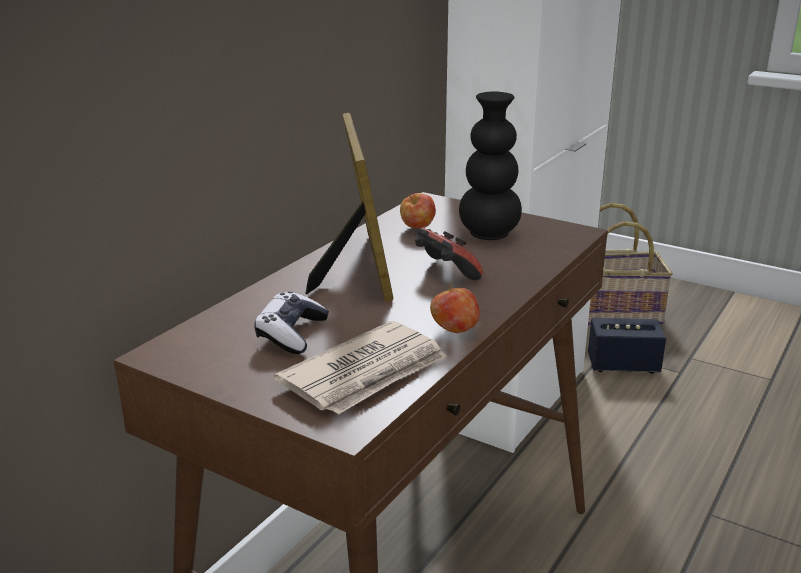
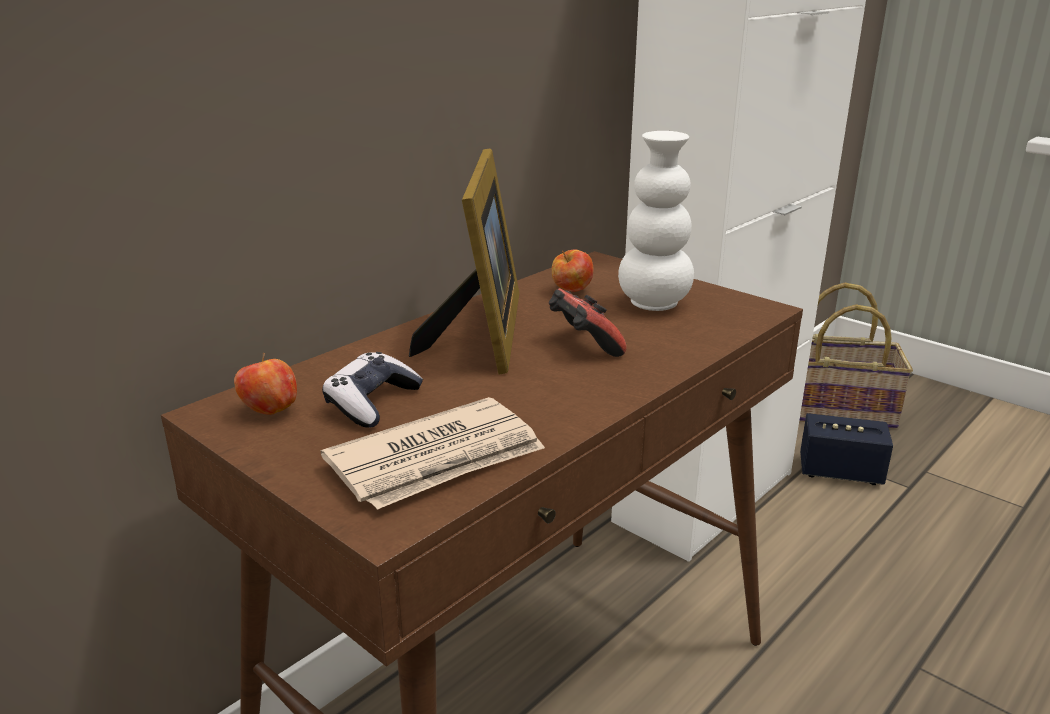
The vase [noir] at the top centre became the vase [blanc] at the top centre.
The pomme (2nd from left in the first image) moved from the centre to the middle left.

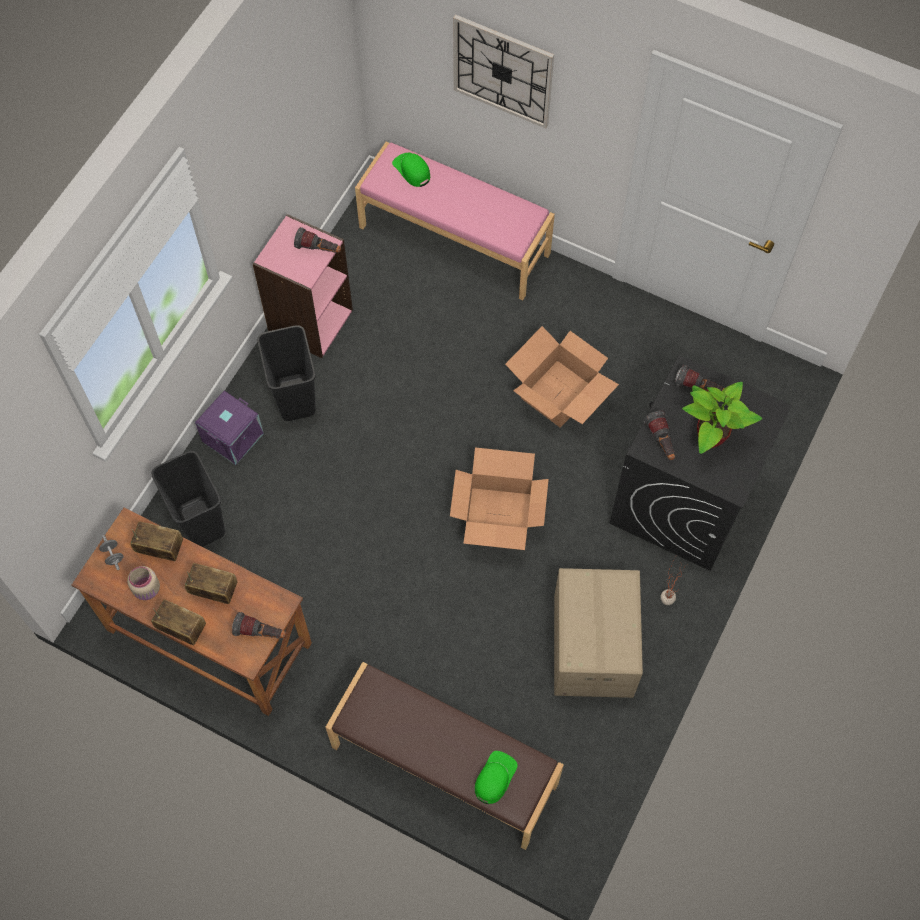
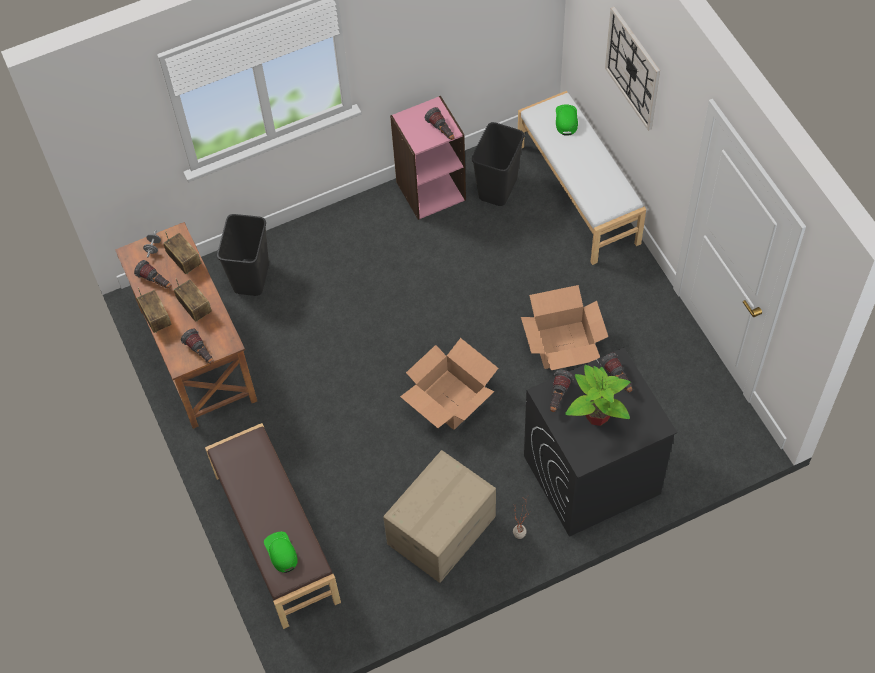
The banc [rose] at the top centre became the banc [blanc] at the top centre.
The poubelle [noir] (2nd from left) moved from the middle left to the top centre.
The boîte de rangement [violet] at the middle left disappeared.
The bocal [beige] at the middle left was replaced by the lampe de poche (1st from left) at the middle left.
The casquette [vert] (2nd from left in the first image) at the bottom centre turned 90 degrees counterclockwise.

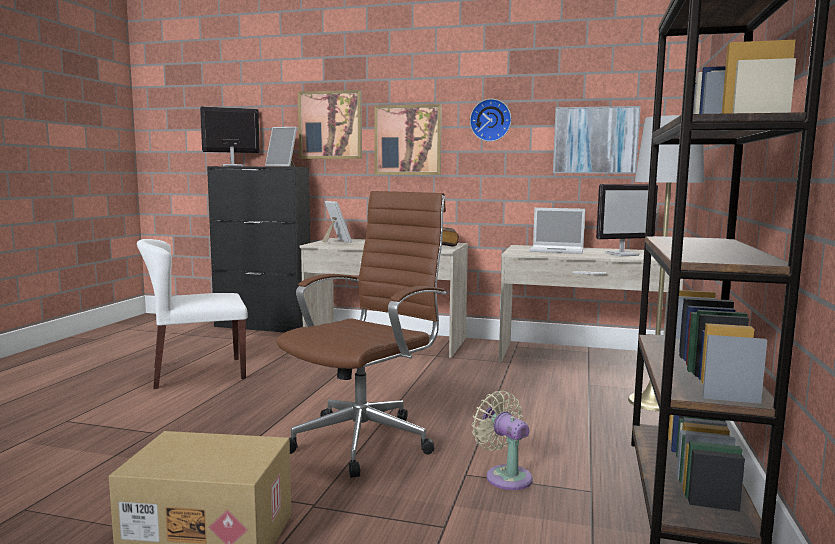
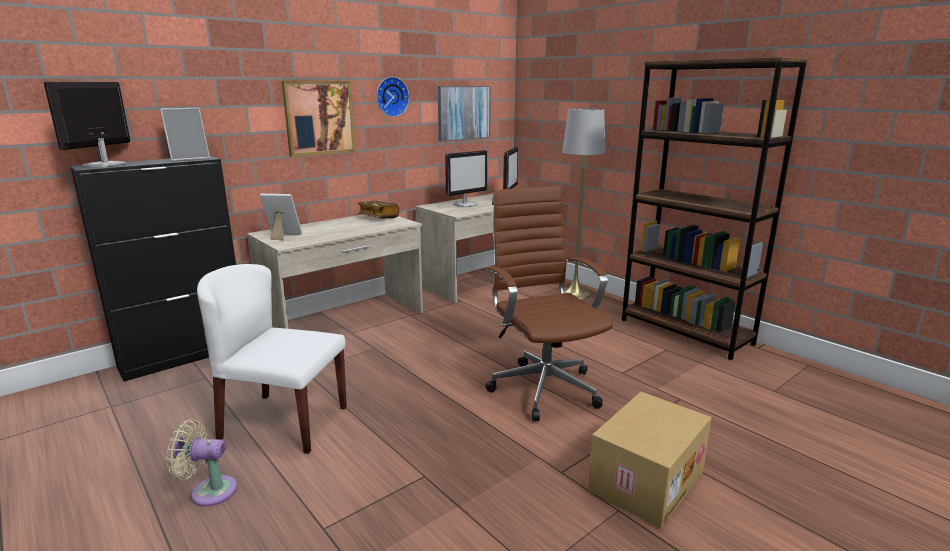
The tableau (1st from left) at the top centre disappeared.
The ordinateur portable at the middle right was replaced by the écran d'ordinateur (2nd from left) at the top centre.
The chaise [blanc] at the middle left turned 90 degrees clockwise.
The ventilateur [beige] moved from the bottom centre to the bottom left.

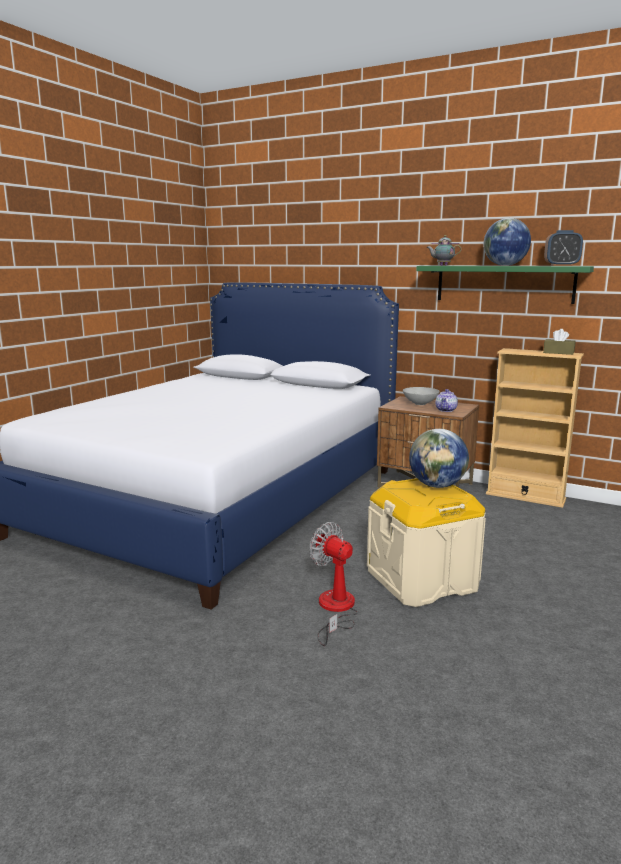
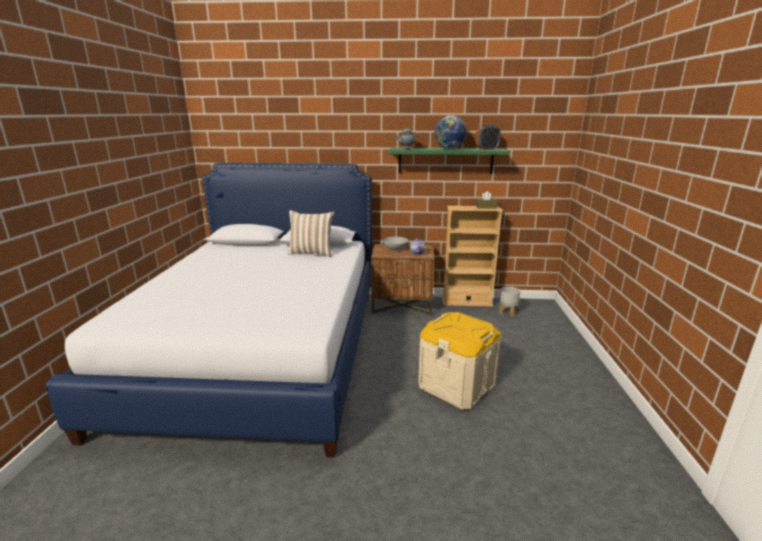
The globe (1st from left) at the middle right disappeared.
The ventilateur at the bottom centre disappeared.
The coussin at the centre appeared.
The cache-pot [gris] at the middle right appeared.

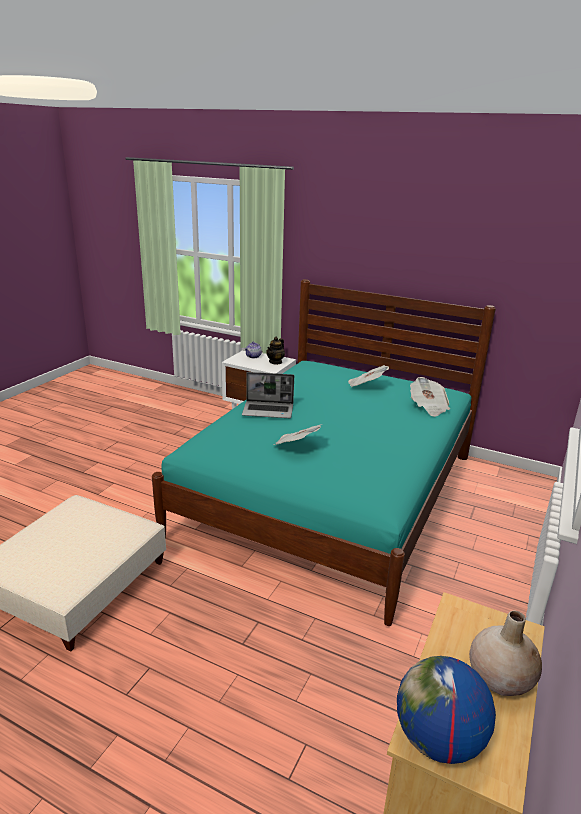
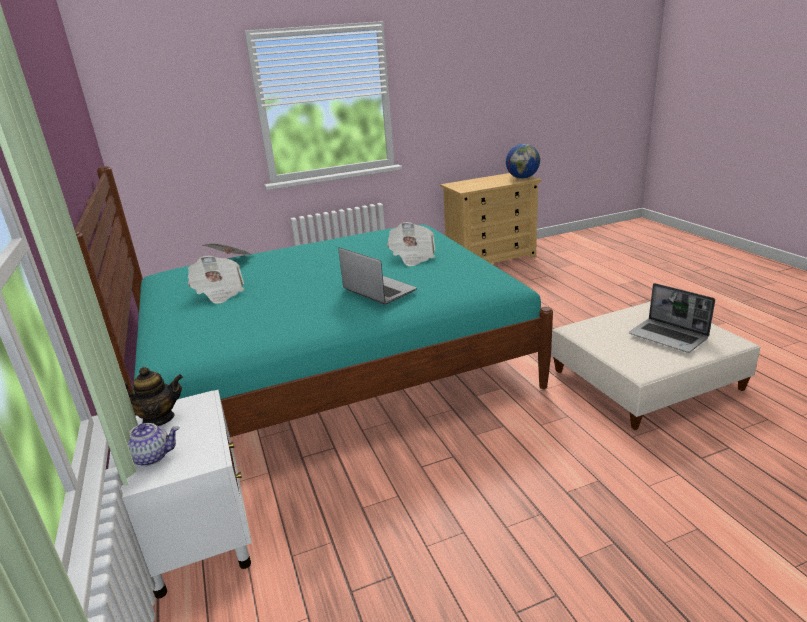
The vase [beige] at the bottom right disappeared.
The ordinateur portable (2nd from left) at the middle right appeared.

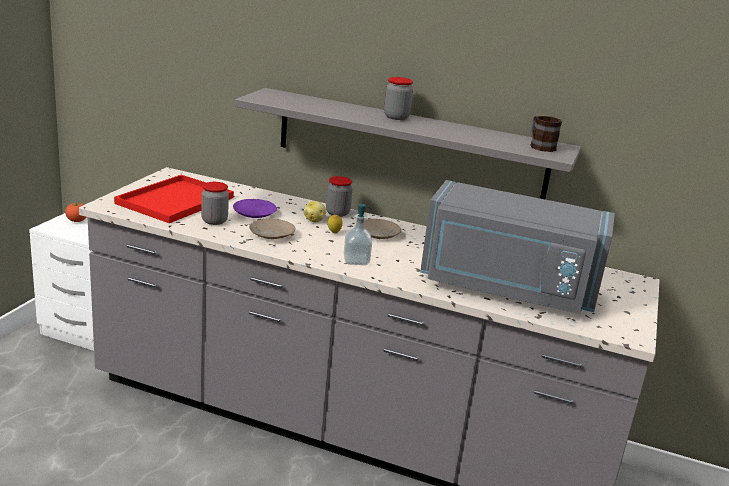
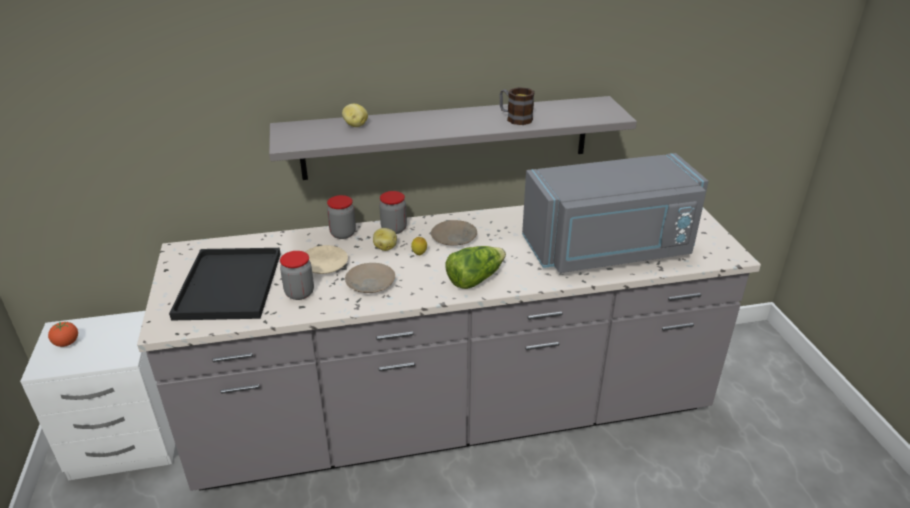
The bocal (3rd from left in the first image) moved from the top centre to the centre.
The mug moved from the top right to the top centre.
The plateau [rouge] at the middle left became the plateau [noir] at the middle left.
The assiette [violet] at the centre became the assiette [beige] (1st from left) at the centre.
The distributeur de savon at the centre was replaced by the laitue at the centre.
The pomme de terre (1st from left) at the top centre appeared.

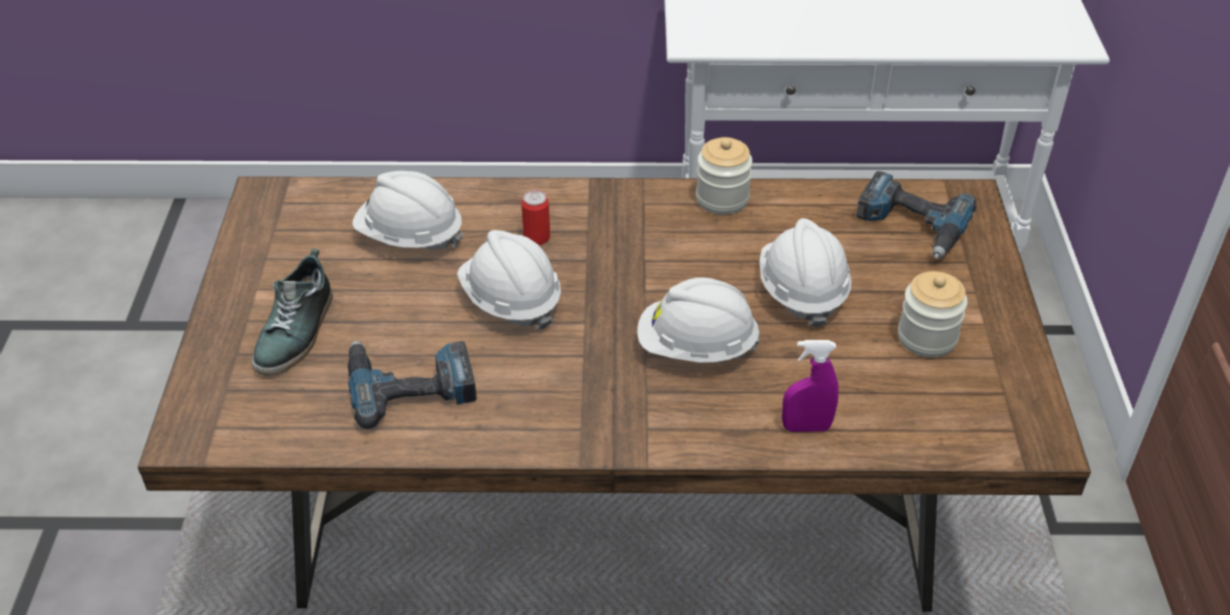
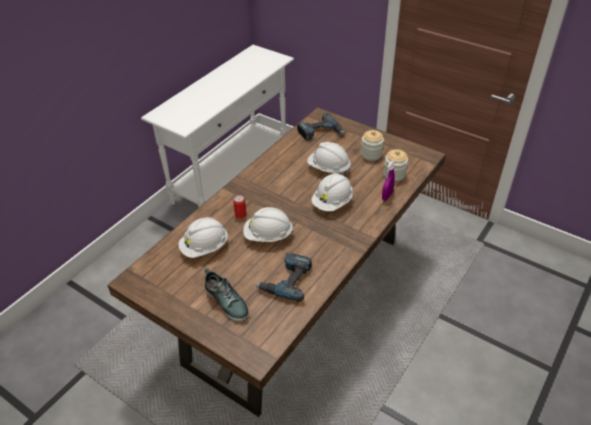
The bocal (1st from left in the first image) moved from the top centre to the middle right.

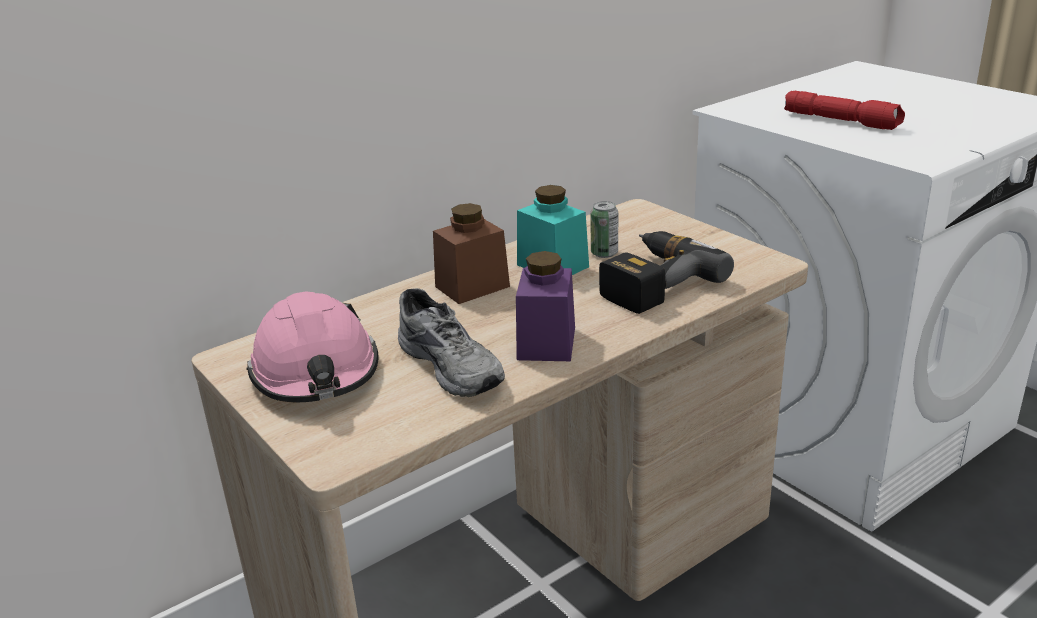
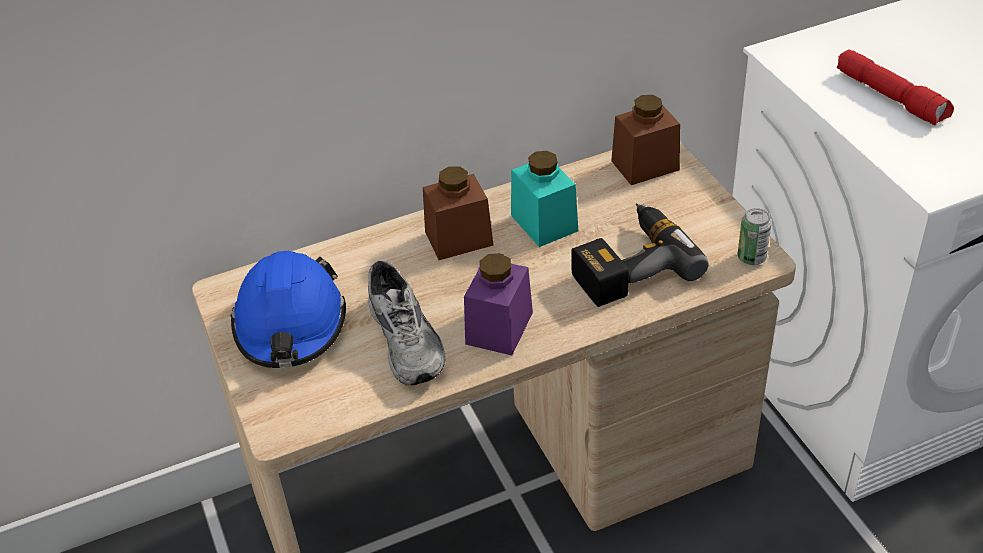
The boîte métallique moved from the centre to the middle right.
The casque de chantier [rose] at the middle left became the casque de chantier [bleu] at the middle left.
The bocal [marron] (2nd from left) at the top centre appeared.

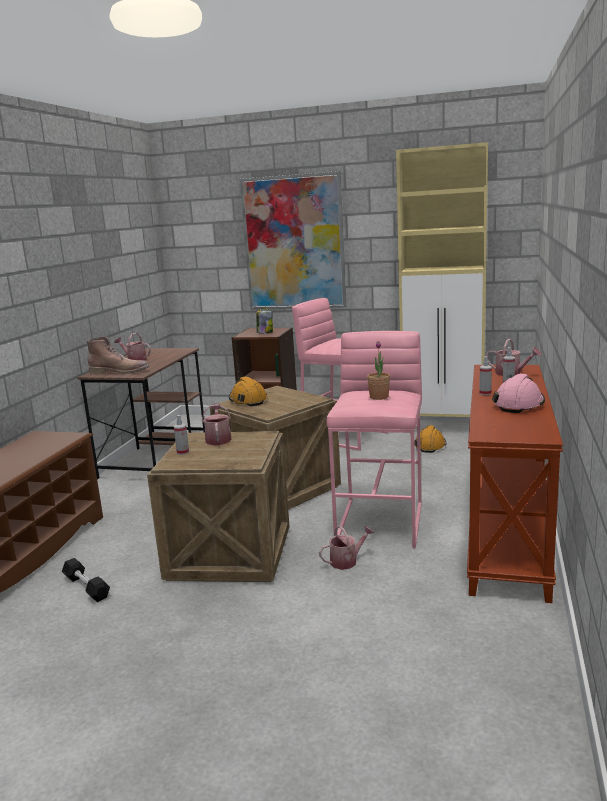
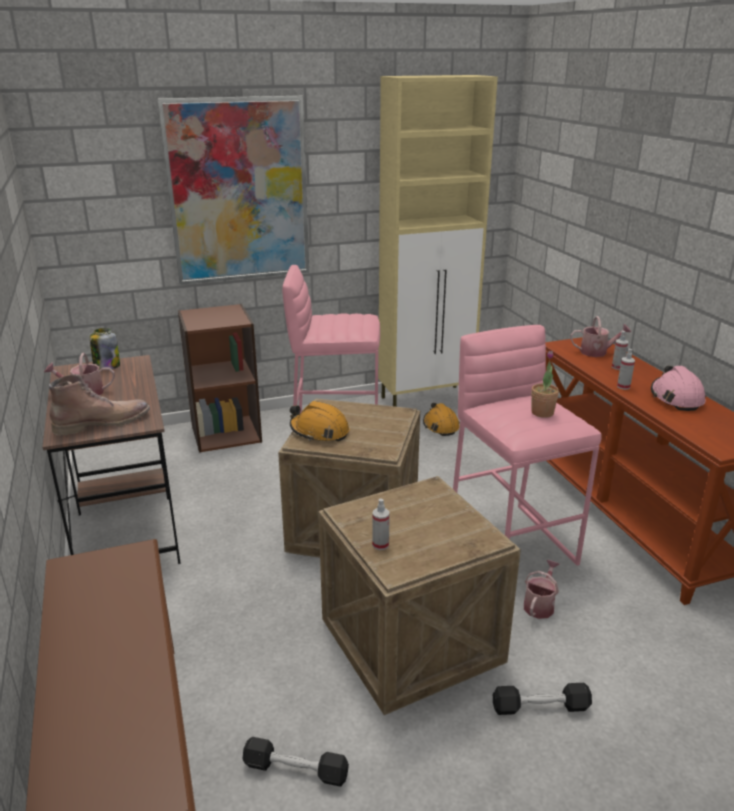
The bocal moved from the centre to the middle left.
The arrosoir (2nd from left) at the centre disappeared.
The haltère [noir] (2nd from left) at the bottom right appeared.

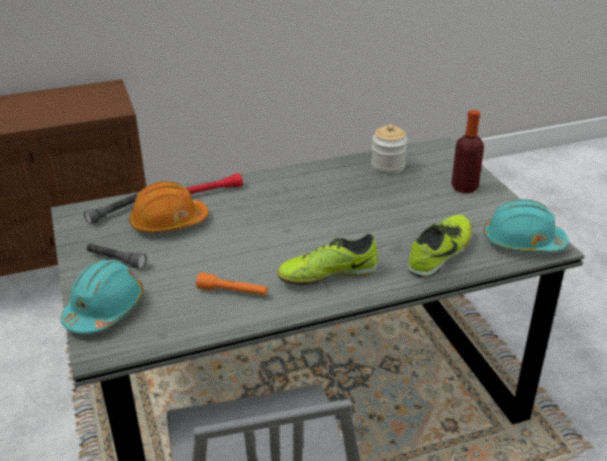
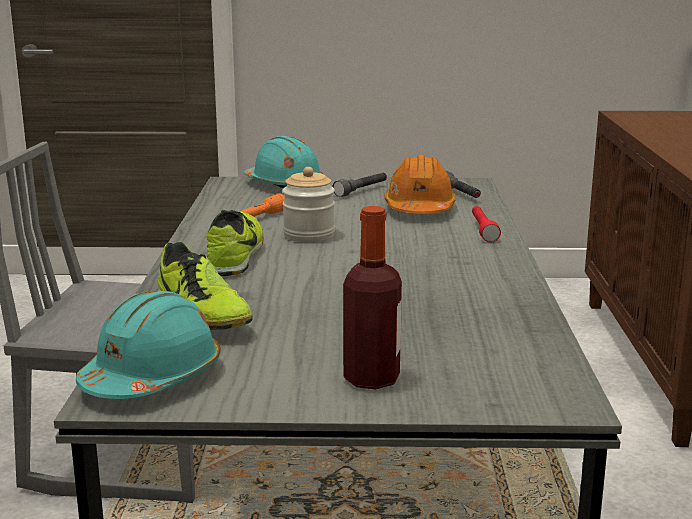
The bocal moved from the top centre to the centre.

